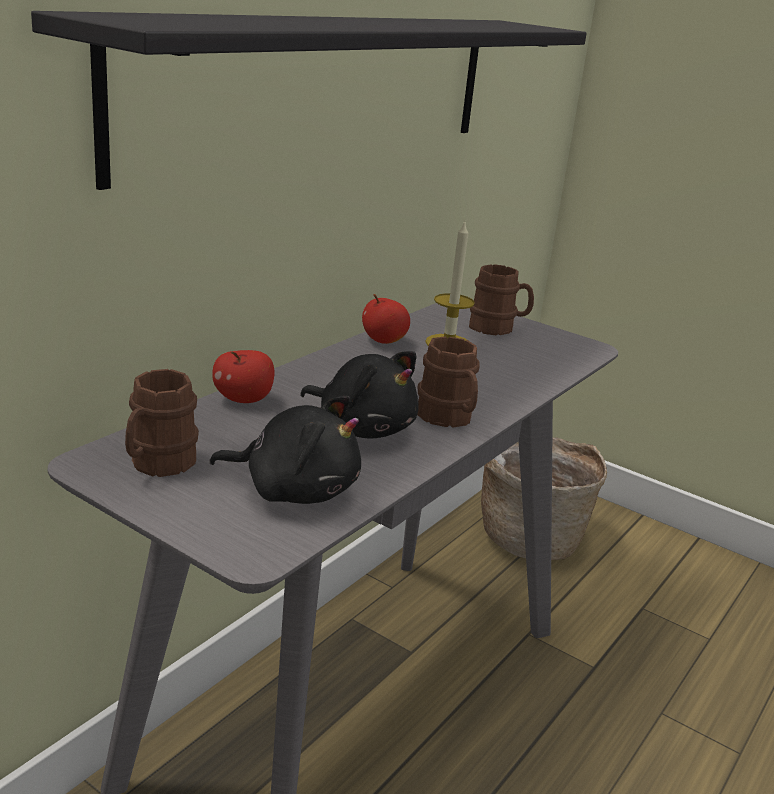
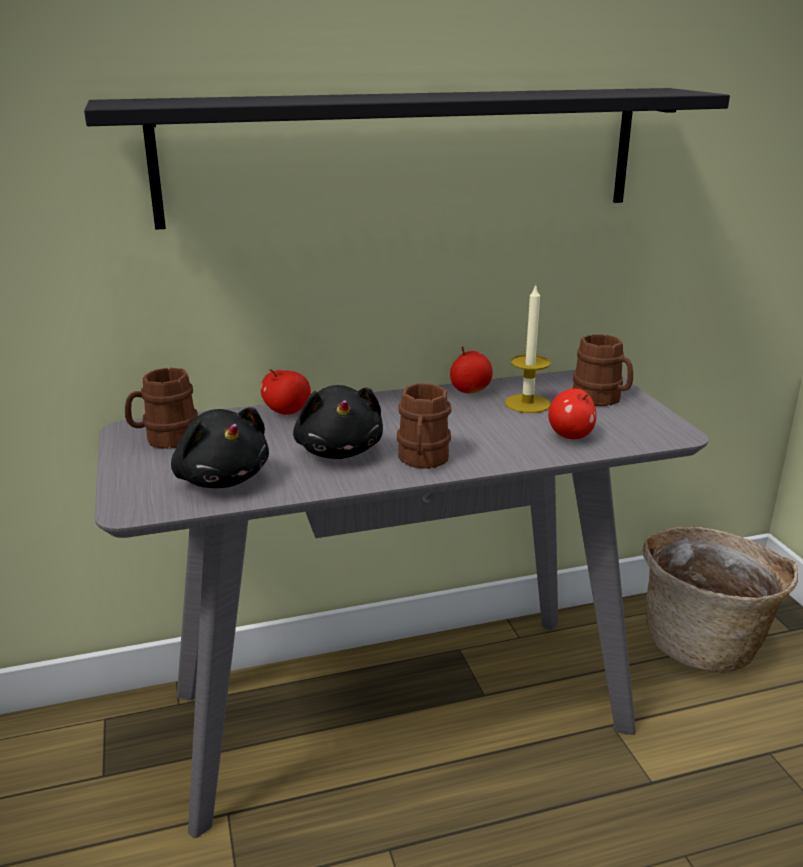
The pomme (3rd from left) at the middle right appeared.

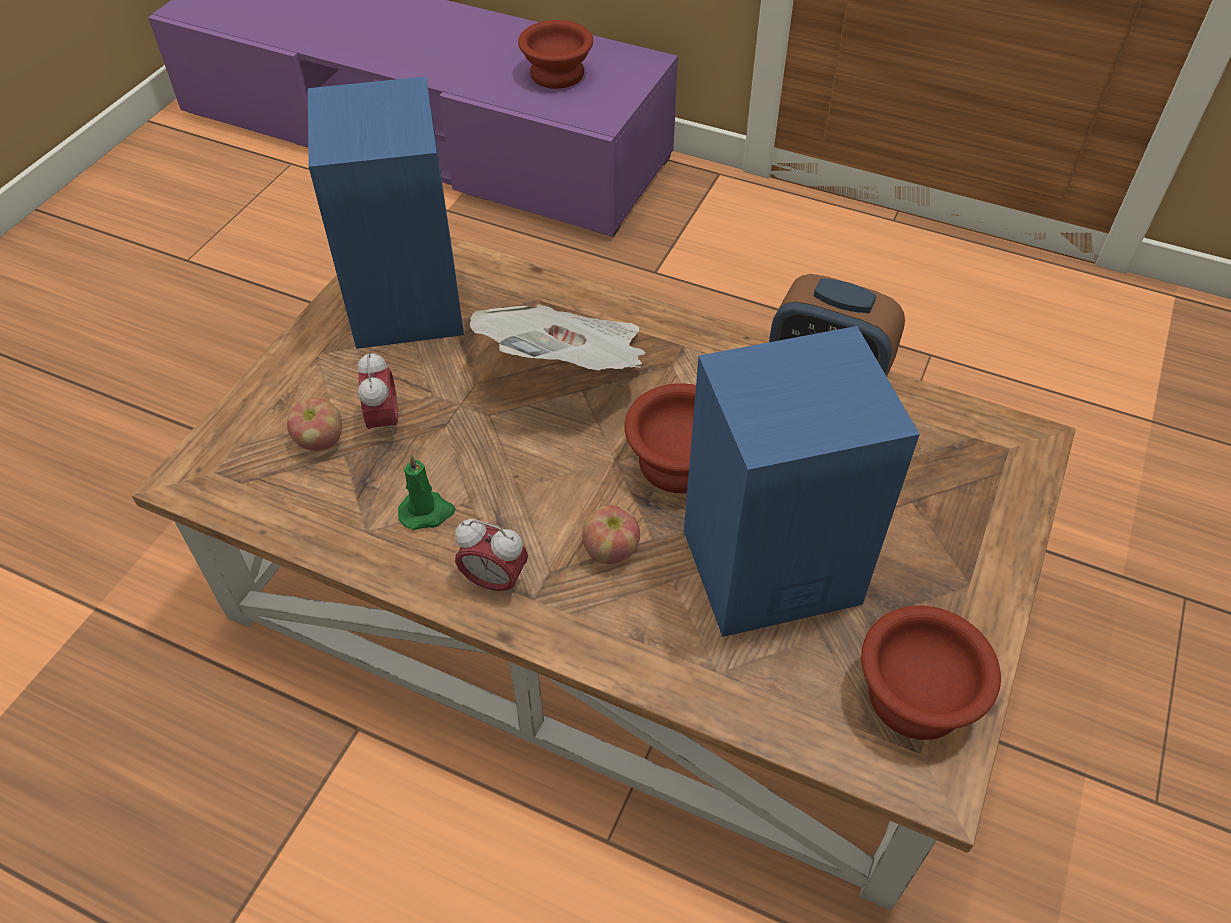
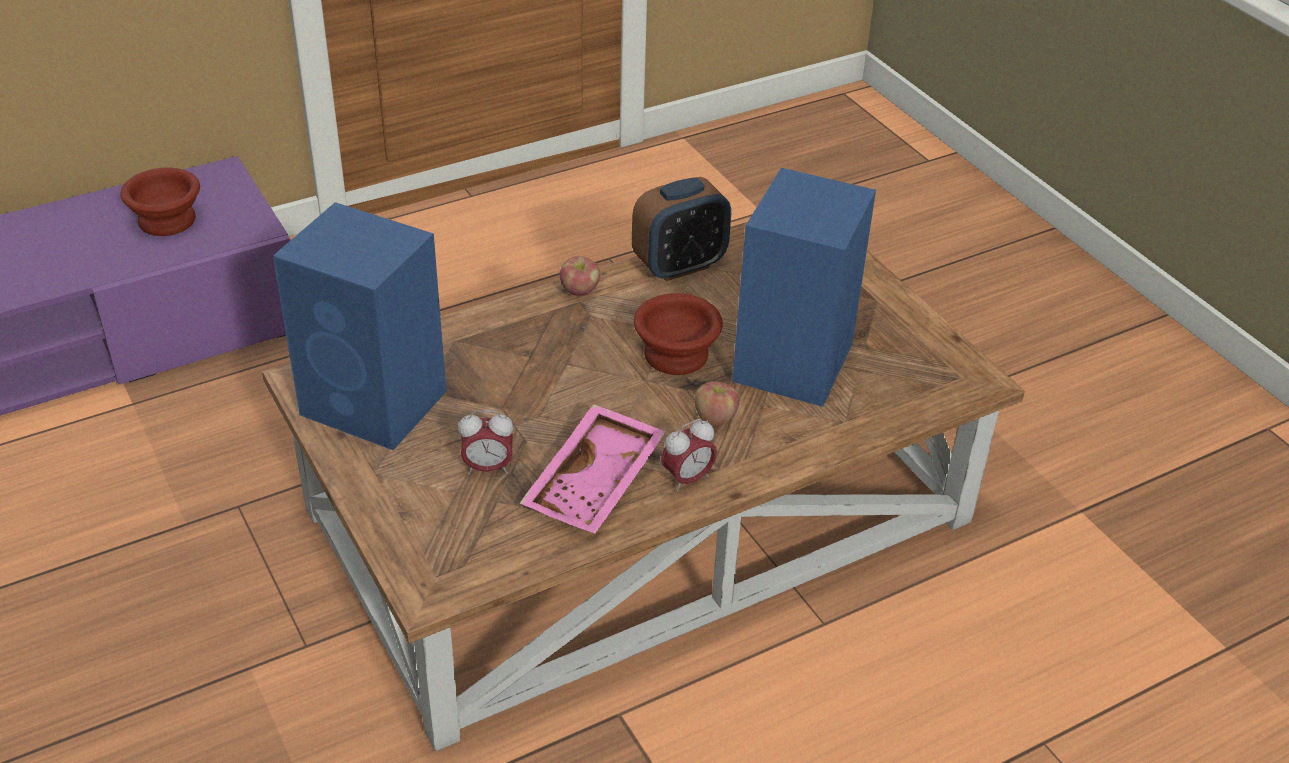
The journal at the centre disappeared.
The réveil (1st from left) at the middle left turned 150 degrees clockwise.
The pomme (1st from left) moved from the middle left to the centre.
The bougie [vert] at the centre was replaced by the plateau [rose] at the centre.
The bol [marron] (3rd from left) at the bottom right disappeared.

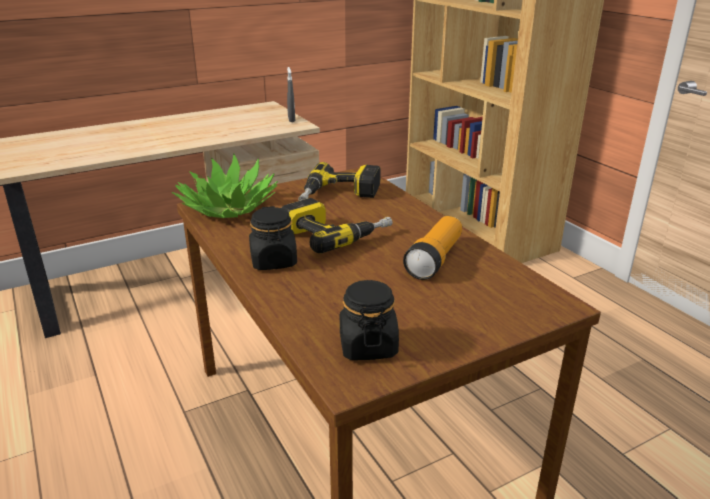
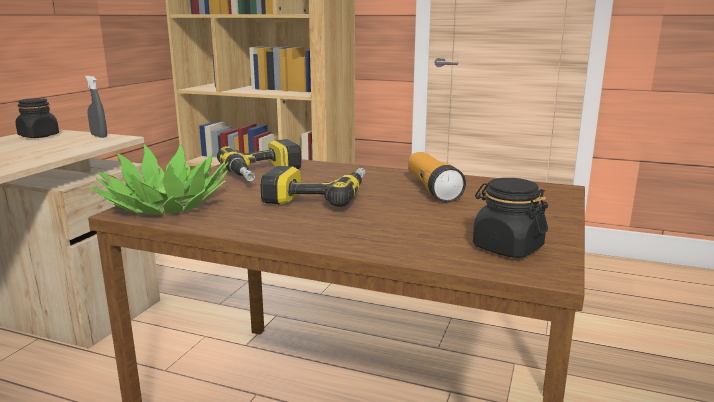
The bocal [noir] (1st from left) moved from the centre to the top left.

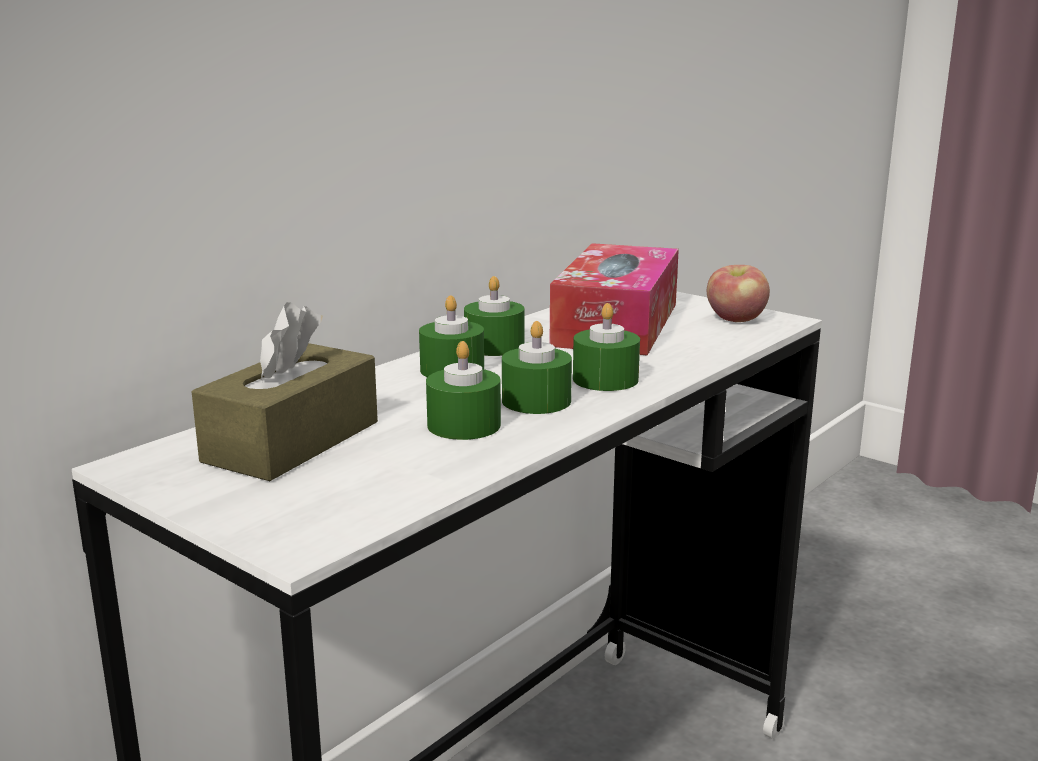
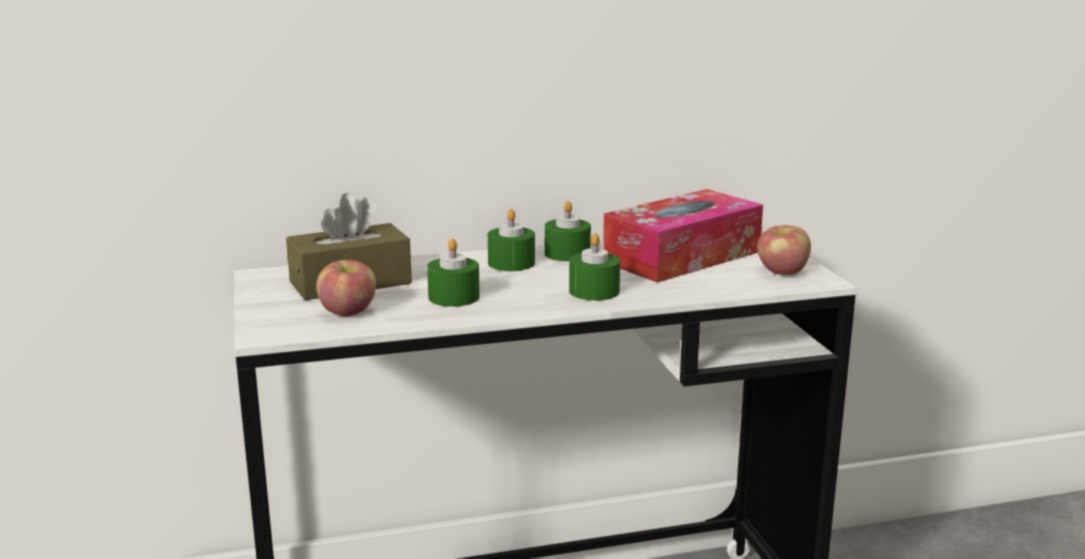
The bougie [vert] (4th from left) at the centre disappeared.
The pomme (1st from left) at the middle left appeared.

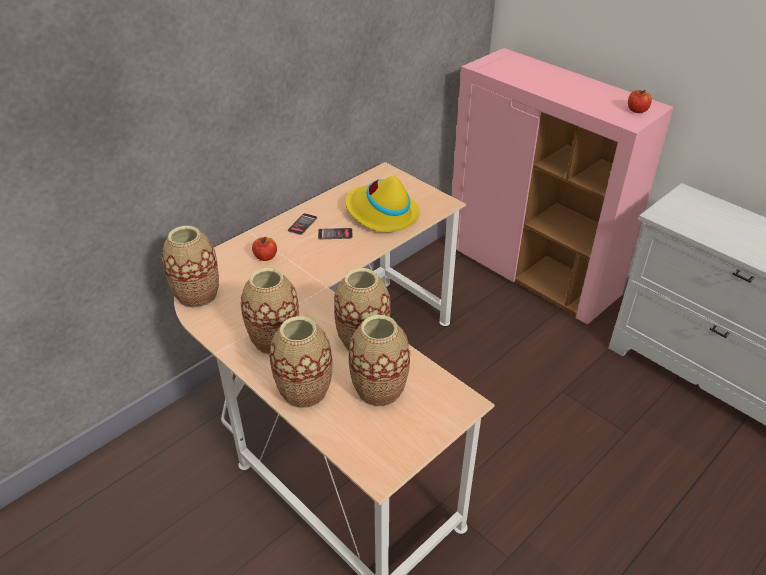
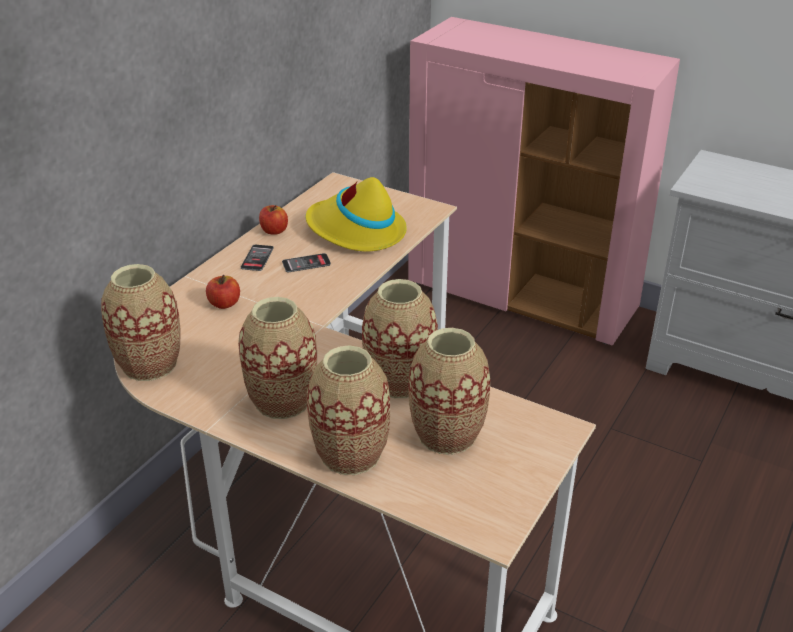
The pomme (2nd from left) moved from the top right to the centre.

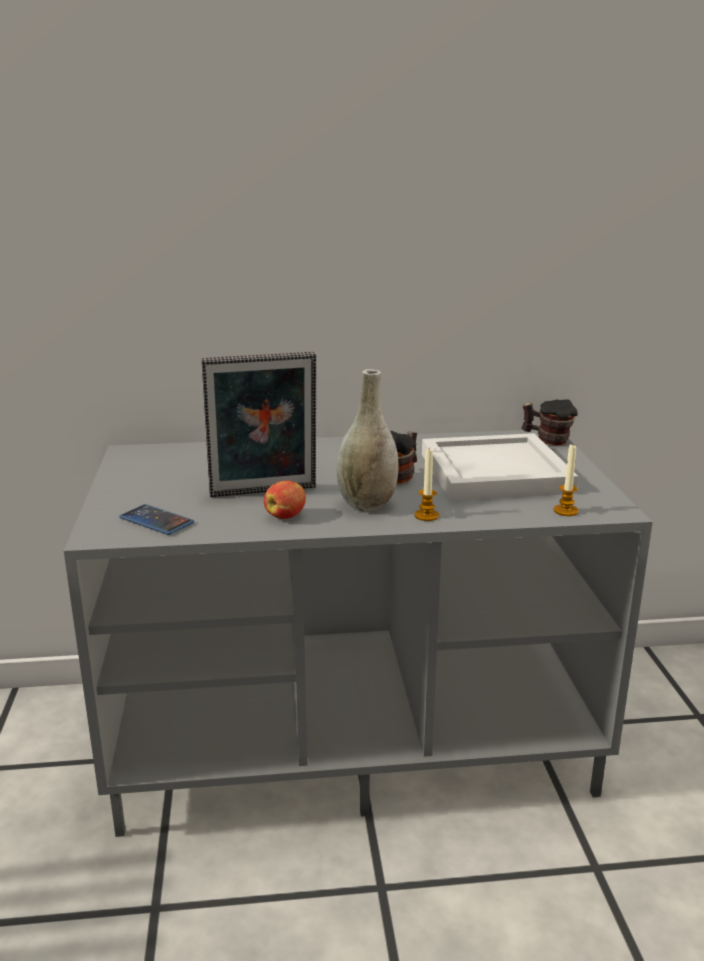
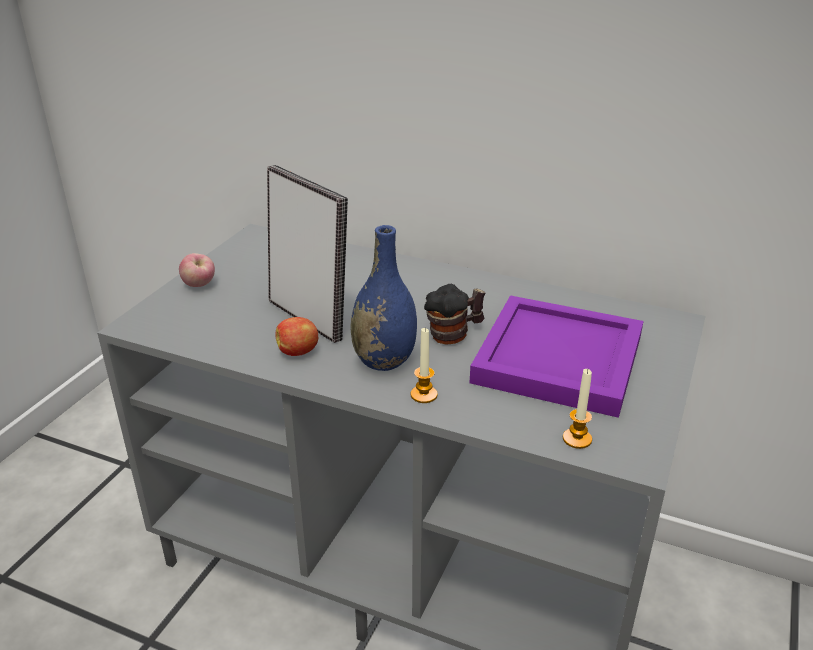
The cadre photo at the centre turned 150 degrees counterclockwise.
The vase [gris] at the centre became the vase [bleu] at the centre.
The mug (2nd from left) at the middle right disappeared.
The plateau [blanc] at the middle right became the plateau [violet] at the middle right.
The téléphone at the middle left disappeared.
The pomme (1st from left) at the middle left appeared.

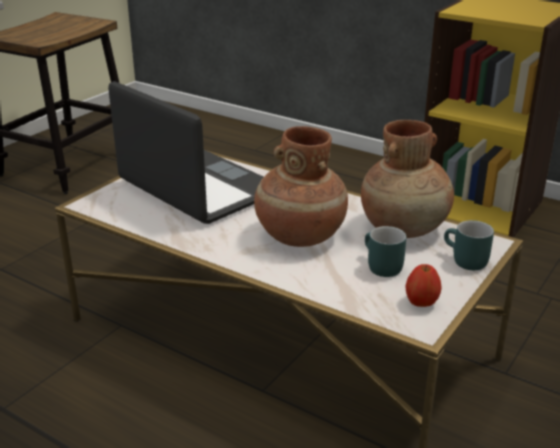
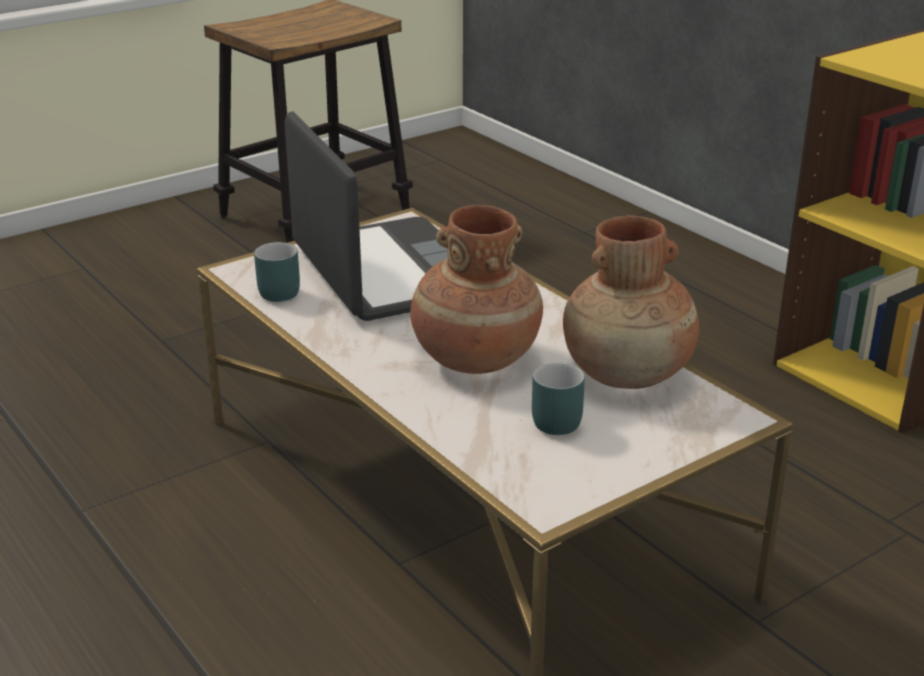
The mug [turquoise] (2nd from left in the first image) moved from the middle right to the middle left.
The pomme at the middle right disappeared.

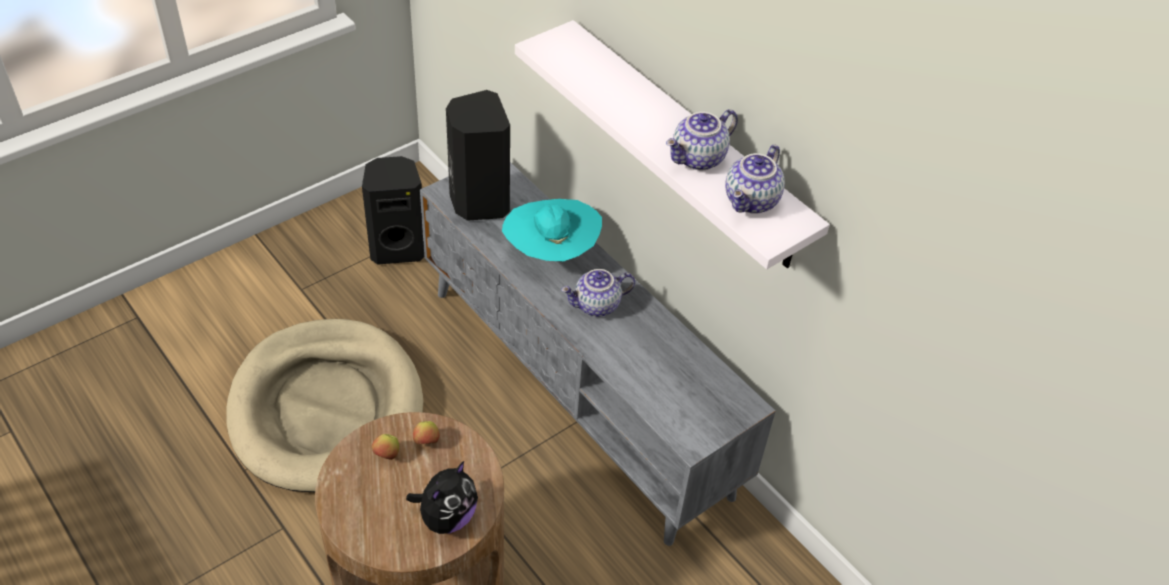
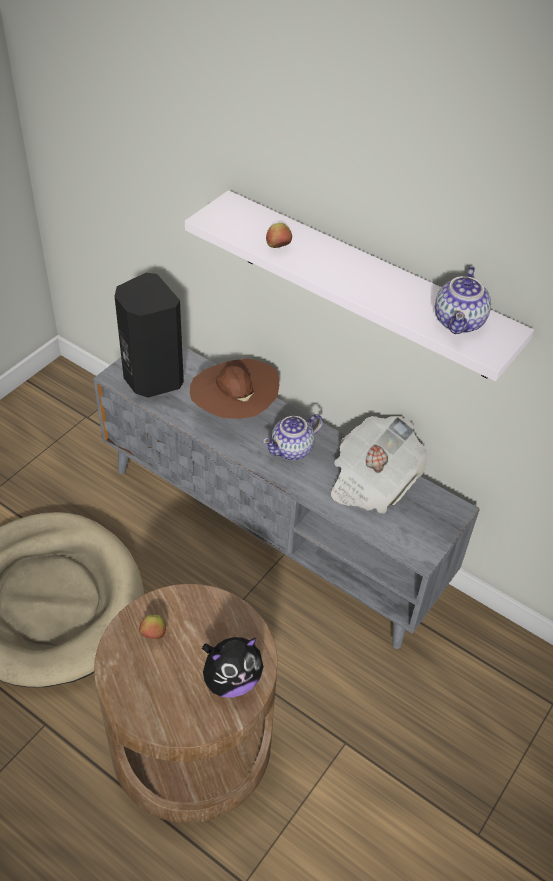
The théière (2nd from left) at the top centre disappeared.
The enceinte [noir] (1st from left) at the centre disappeared.
The chapeau [turquoise] at the centre became the chapeau [marron] at the centre.
The pomme (2nd from left) moved from the bottom centre to the top centre.
The peluche at the bottom centre turned 45 degrees clockwise.
The journal at the middle right appeared.

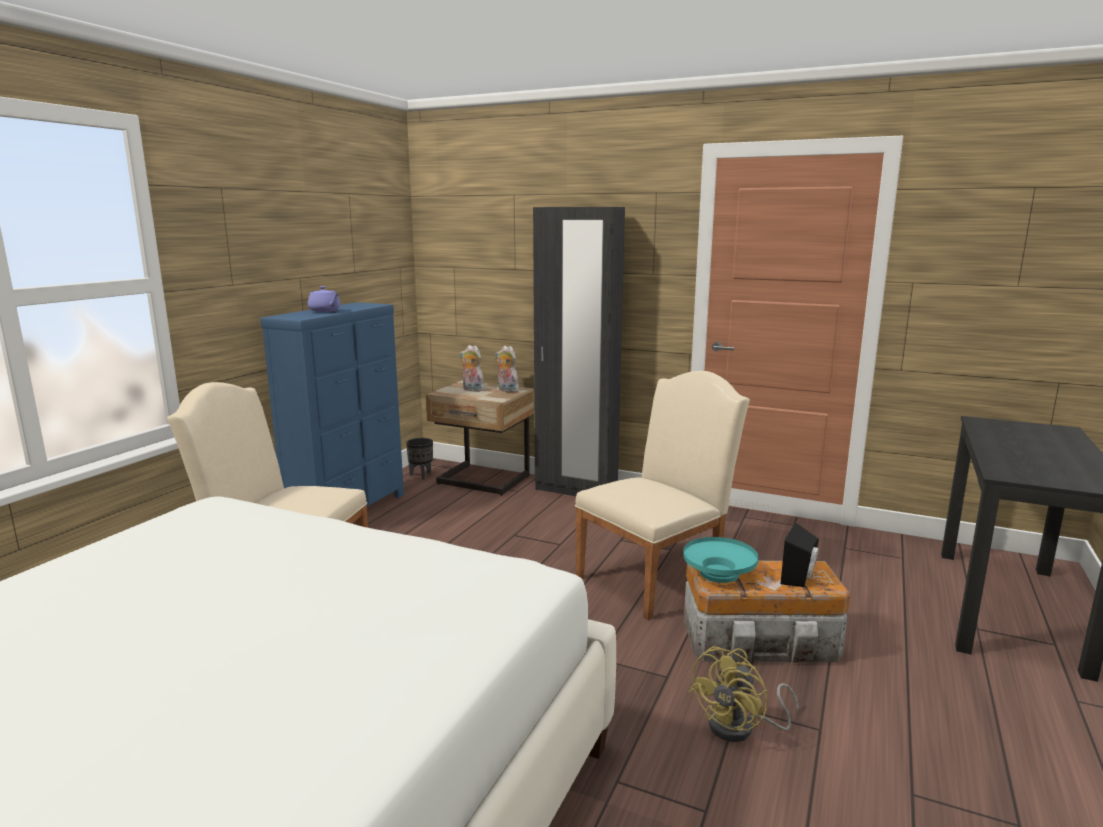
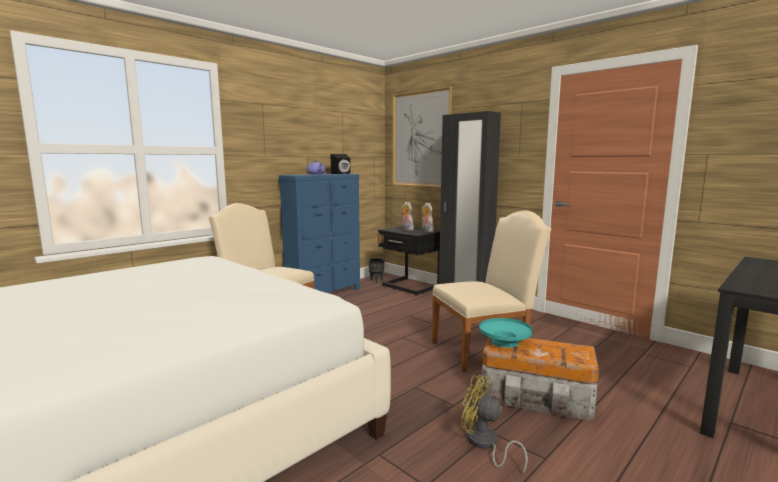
The table de chevet [beige] at the centre became the table de chevet [noir] at the centre.
The enceinte [noir] moved from the bottom right to the centre.
The ventilateur [jaune] at the bottom right turned 60 degrees clockwise.
The tableau at the top centre appeared.

